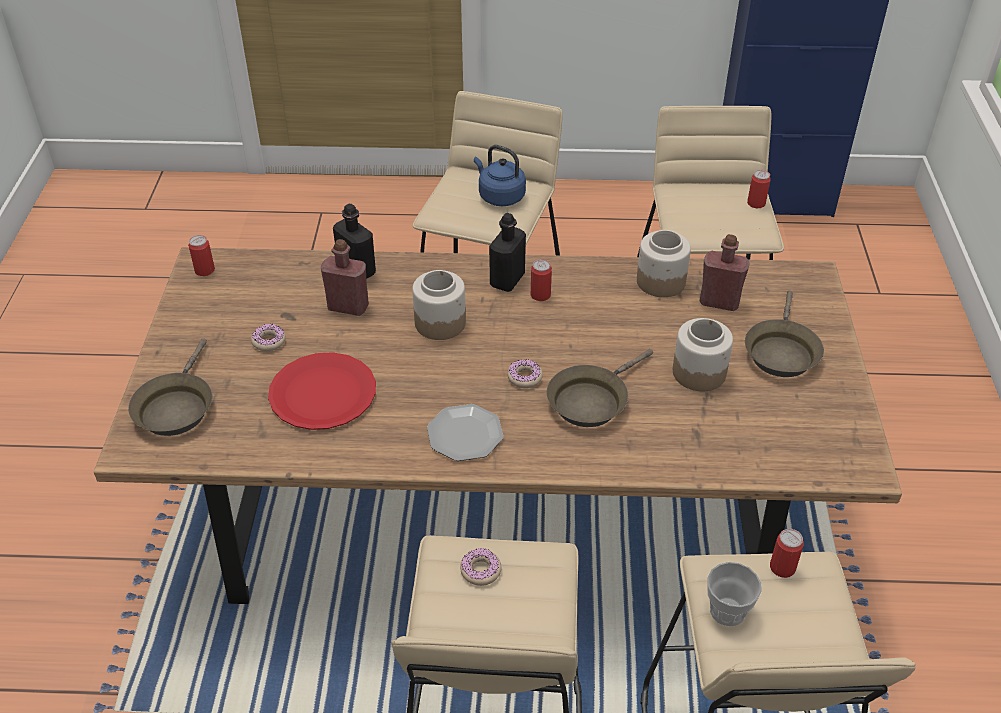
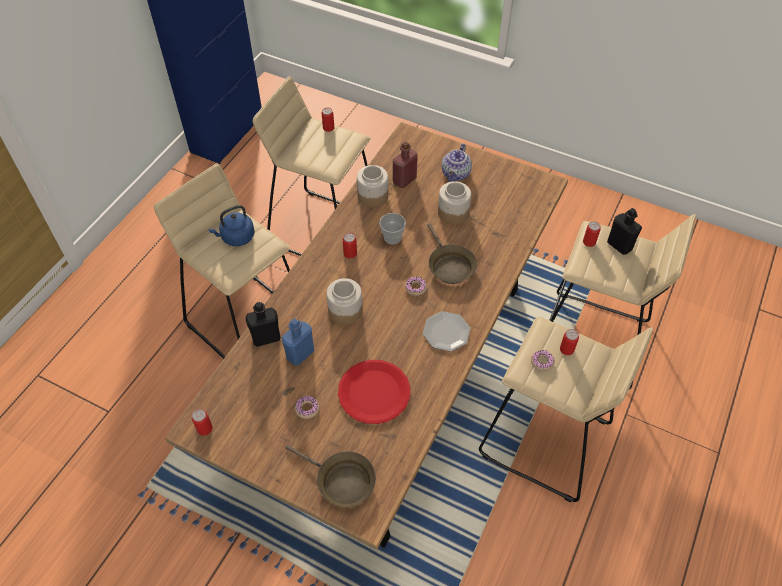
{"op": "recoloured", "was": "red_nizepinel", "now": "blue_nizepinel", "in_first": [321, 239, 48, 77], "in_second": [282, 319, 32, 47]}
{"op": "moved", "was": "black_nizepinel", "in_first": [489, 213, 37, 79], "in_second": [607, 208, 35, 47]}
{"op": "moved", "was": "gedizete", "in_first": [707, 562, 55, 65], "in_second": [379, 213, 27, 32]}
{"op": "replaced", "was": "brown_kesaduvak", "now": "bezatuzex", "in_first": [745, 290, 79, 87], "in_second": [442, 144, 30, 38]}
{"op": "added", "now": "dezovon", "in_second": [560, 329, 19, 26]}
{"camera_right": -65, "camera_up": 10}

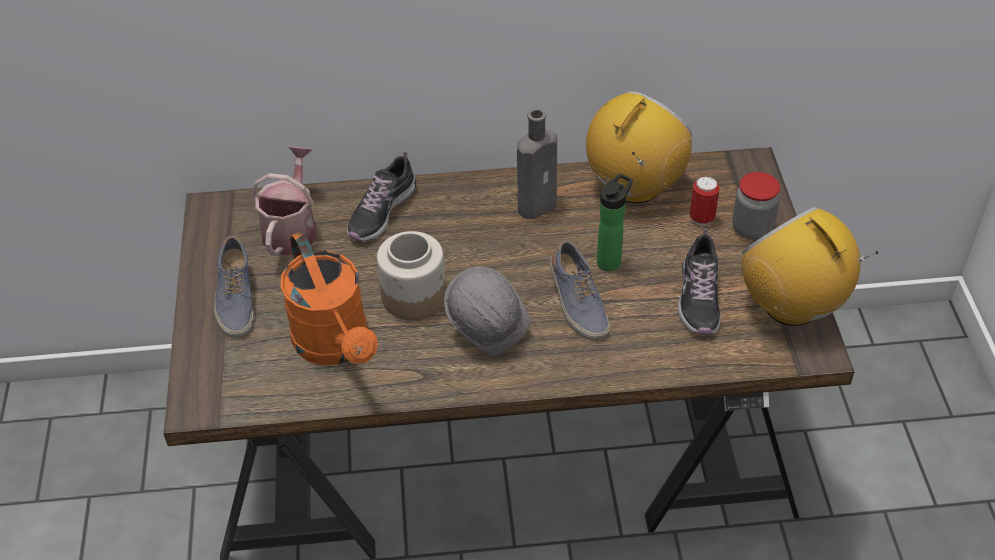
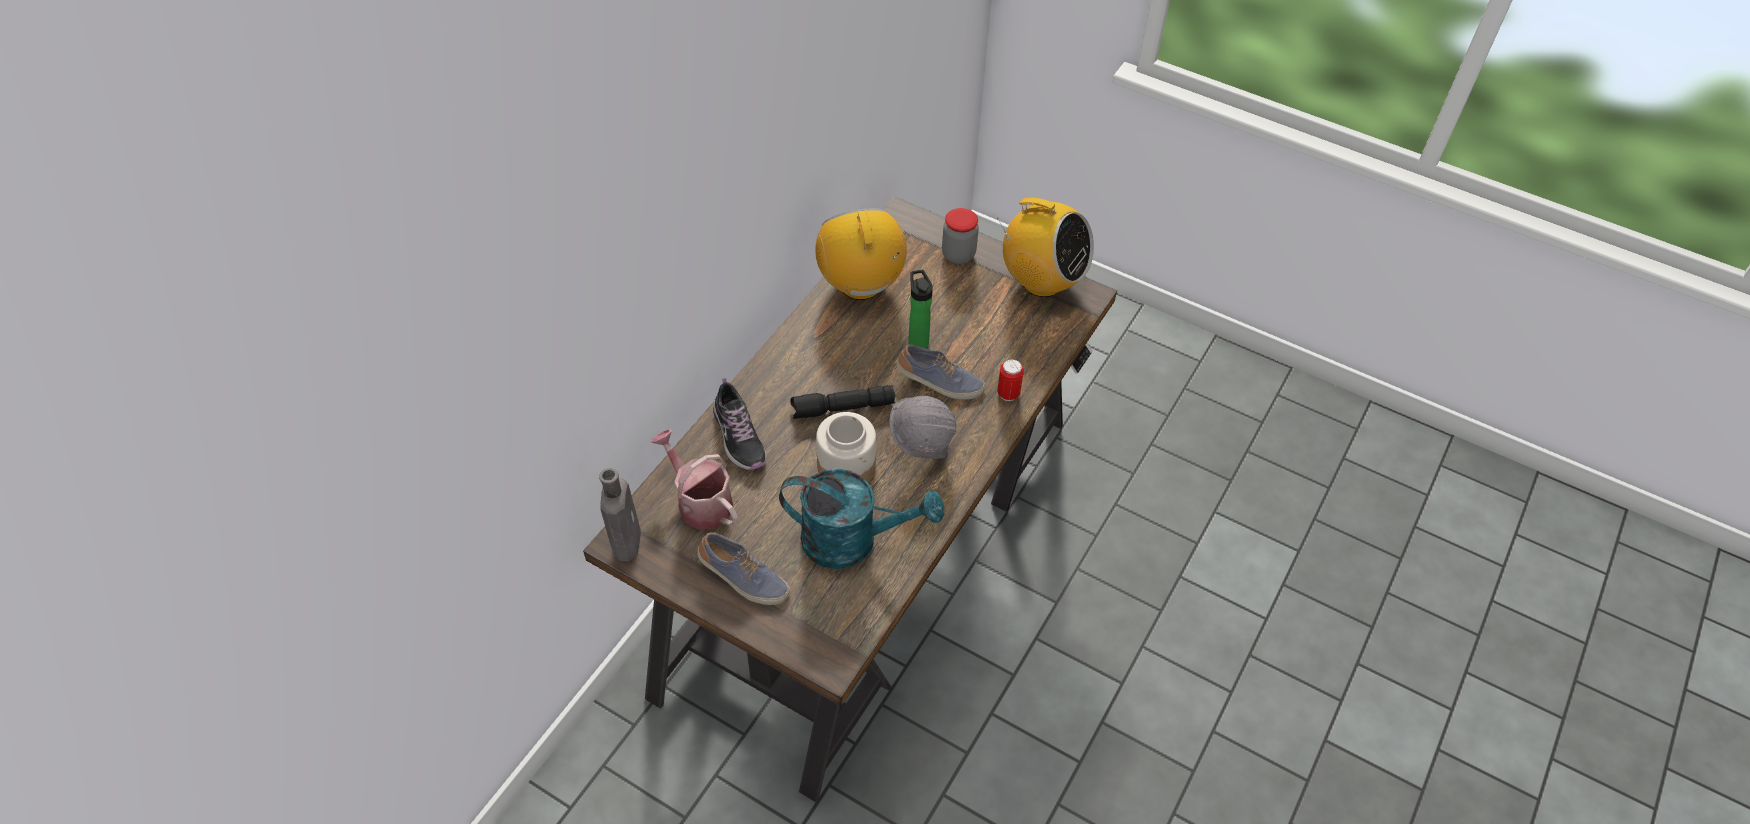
{"op": "recoloured", "was": "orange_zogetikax", "now": "turquoise_zogetikax", "in_first": [281, 232, 97, 133], "in_second": [779, 468, 165, 101]}
{"op": "moved", "was": "grey_nizepinel", "in_first": [517, 109, 40, 110], "in_second": [599, 468, 42, 93]}
{"op": "removed", "was": "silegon", "in_first": [678, 229, 43, 106]}
{"op": "moved", "was": "dezovon", "in_first": [690, 176, 30, 49], "in_second": [997, 359, 27, 42]}
{"op": "turned", "was": "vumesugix", "in_first": [742, 207, 136, 119], "in_second": [997, 198, 97, 99], "clockwise": -150}
{"op": "added", "now": "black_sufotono", "in_second": [790, 385, 106, 34]}
{"camera_right": -55, "camera_up": 5}

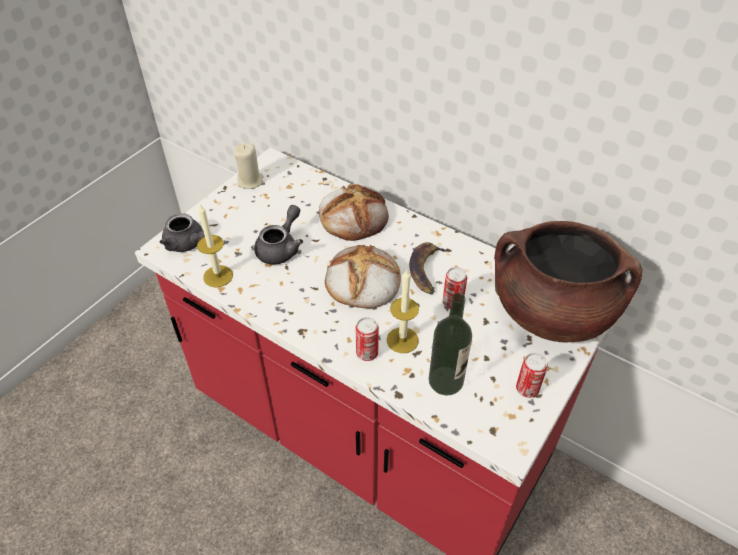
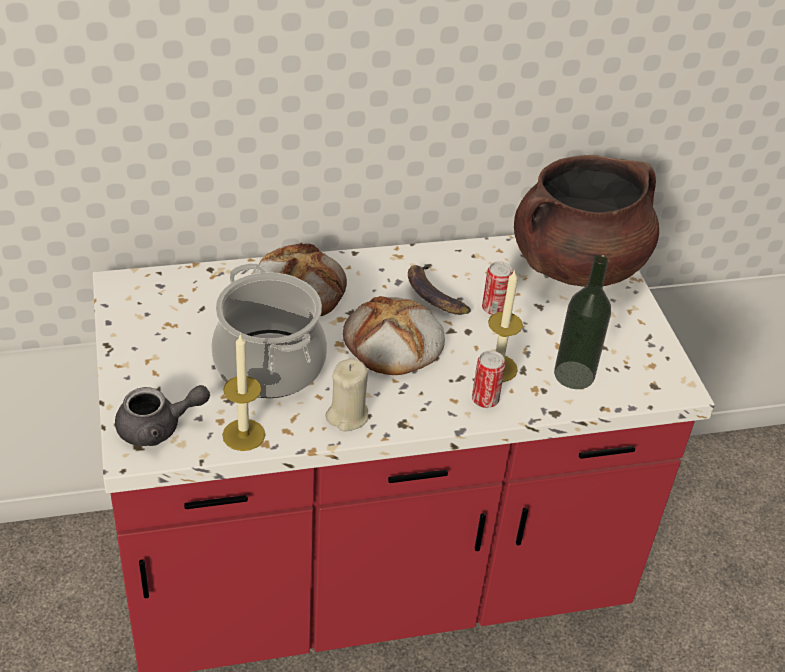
{"op": "moved", "was": "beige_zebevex", "in_first": [234, 143, 30, 46], "in_second": [325, 358, 43, 74]}
{"op": "replaced", "was": "grey_bezatuzex", "now": "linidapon", "in_first": [254, 205, 49, 59], "in_second": [211, 263, 116, 135]}
{"op": "removed", "was": "dezovon", "in_first": [516, 353, 32, 45]}
{"camera_right": -50, "camera_up": -5}

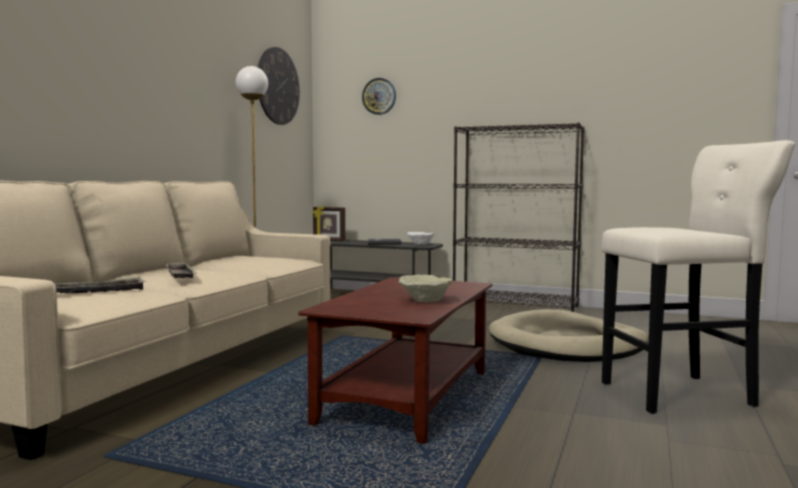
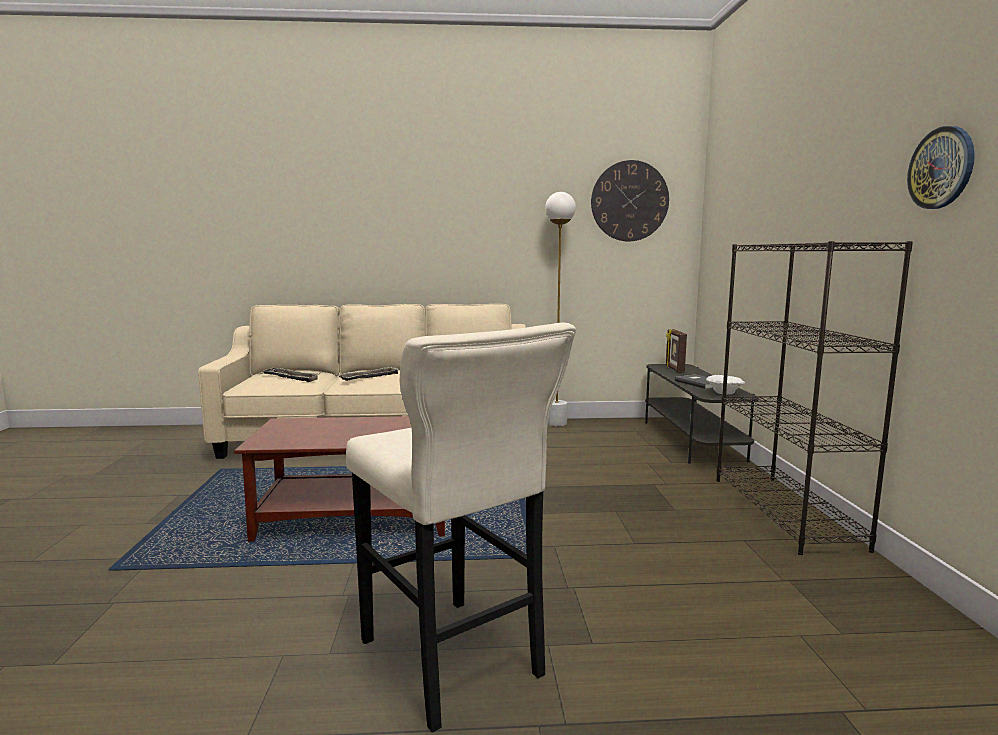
{"op": "moved", "was": "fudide", "in_first": [362, 78, 34, 37], "in_second": [907, 126, 68, 83]}
{"op": "removed", "was": "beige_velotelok", "in_first": [399, 275, 53, 27]}
{"op": "removed", "was": "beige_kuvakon", "in_first": [489, 309, 159, 53]}
{"camera_right": 65, "camera_up": 5}

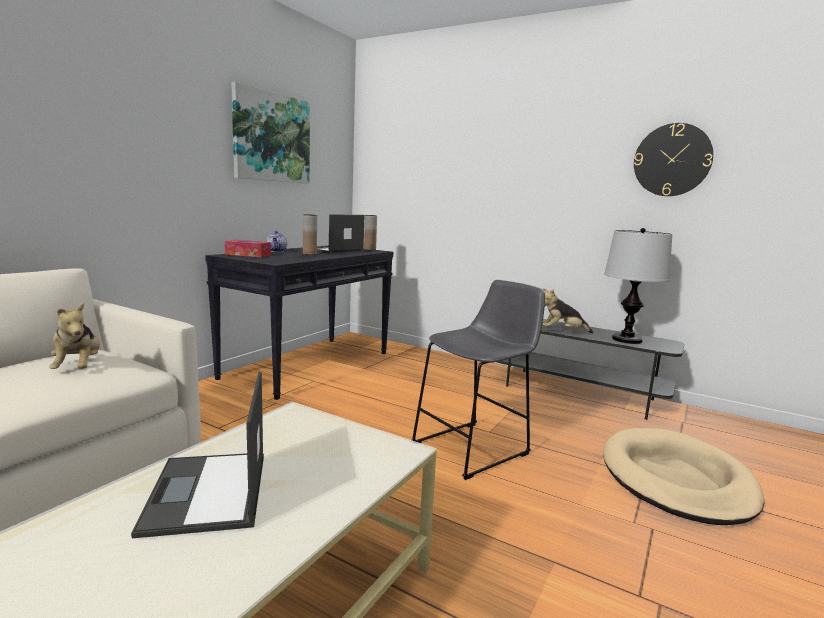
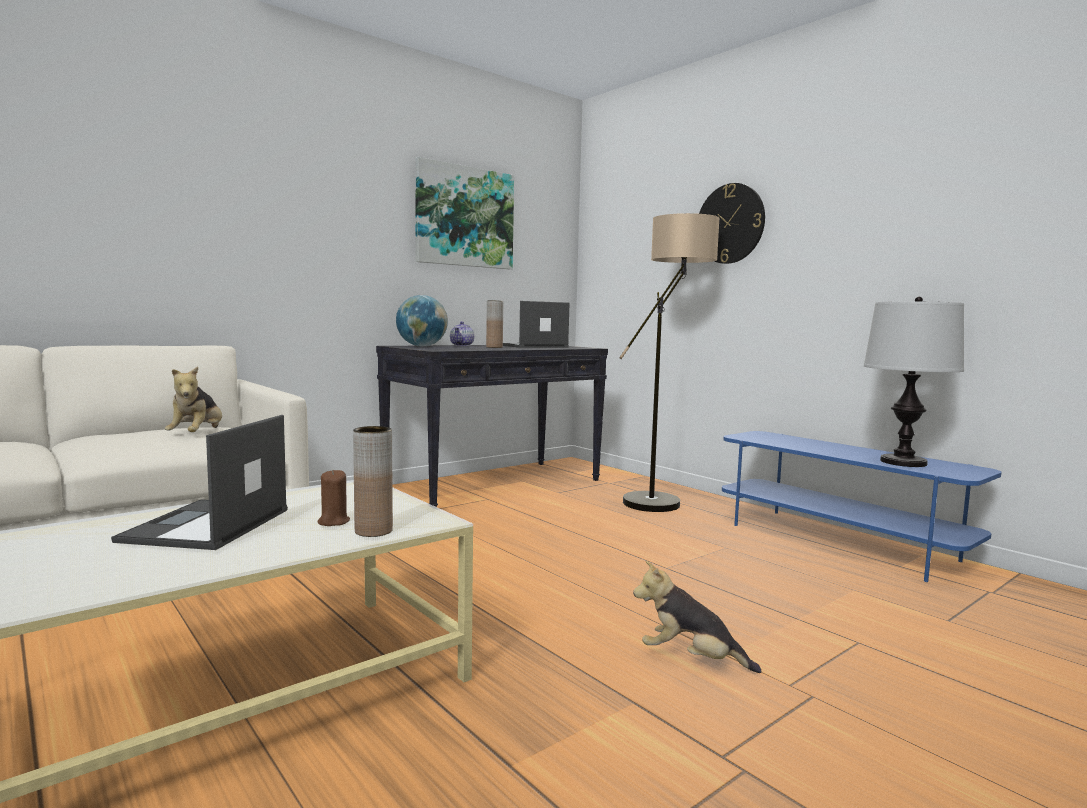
{"op": "replaced", "was": "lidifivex", "now": "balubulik", "in_first": [225, 240, 46, 17], "in_second": [396, 295, 52, 51]}
{"op": "moved", "was": "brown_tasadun", "in_first": [364, 215, 13, 35], "in_second": [353, 426, 40, 111]}
{"op": "removed", "was": "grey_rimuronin", "in_first": [412, 280, 133, 200]}
{"op": "recoloured", "was": "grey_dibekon", "now": "blue_dibekon", "in_first": [497, 319, 187, 101], "in_second": [722, 431, 279, 151]}
{"op": "moved", "was": "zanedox", "in_first": [543, 288, 50, 45], "in_second": [633, 561, 128, 112]}
{"op": "removed", "was": "beige_kuvakon", "in_first": [603, 428, 162, 97]}
{"op": "moved", "was": "fudide", "in_first": [634, 123, 79, 73], "in_second": [699, 183, 66, 81]}
{"op": "added", "now": "brown_zebevex", "in_second": [318, 469, 32, 57]}
{"op": "added", "now": "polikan", "in_second": [619, 213, 101, 299]}
{"camera_right": 20, "camera_up": -5}

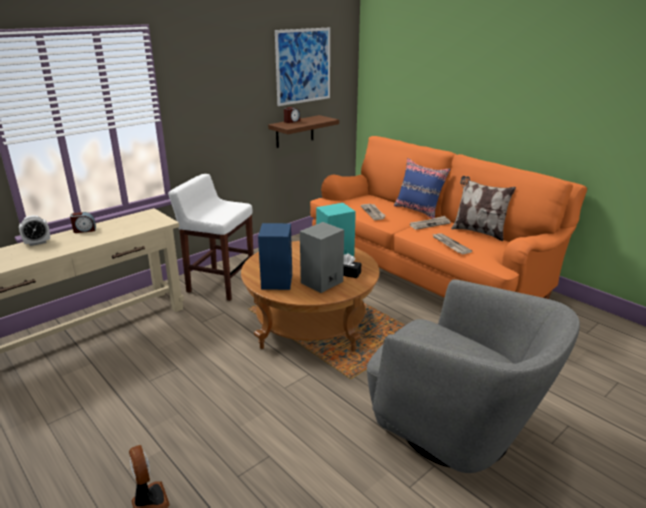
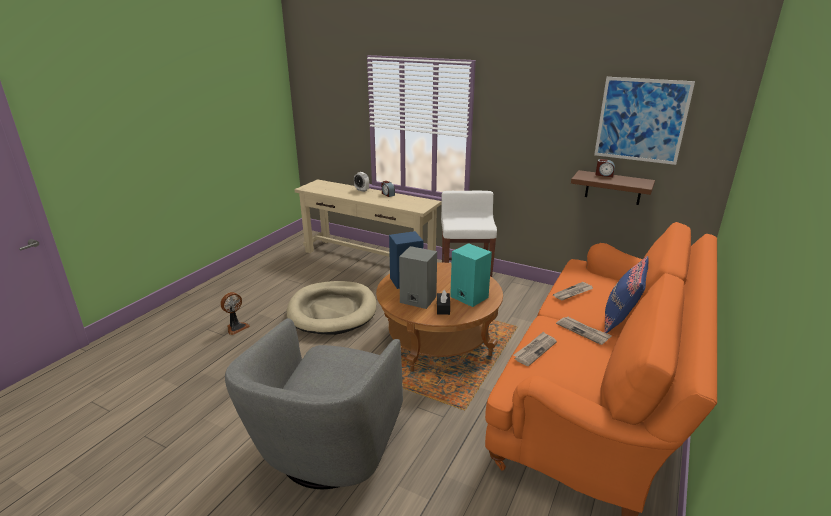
{"op": "removed", "was": "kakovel", "in_first": [451, 176, 65, 65]}
{"op": "added", "now": "beige_kuvakon", "in_second": [287, 281, 90, 54]}
{"camera_right": 70, "camera_up": 0}

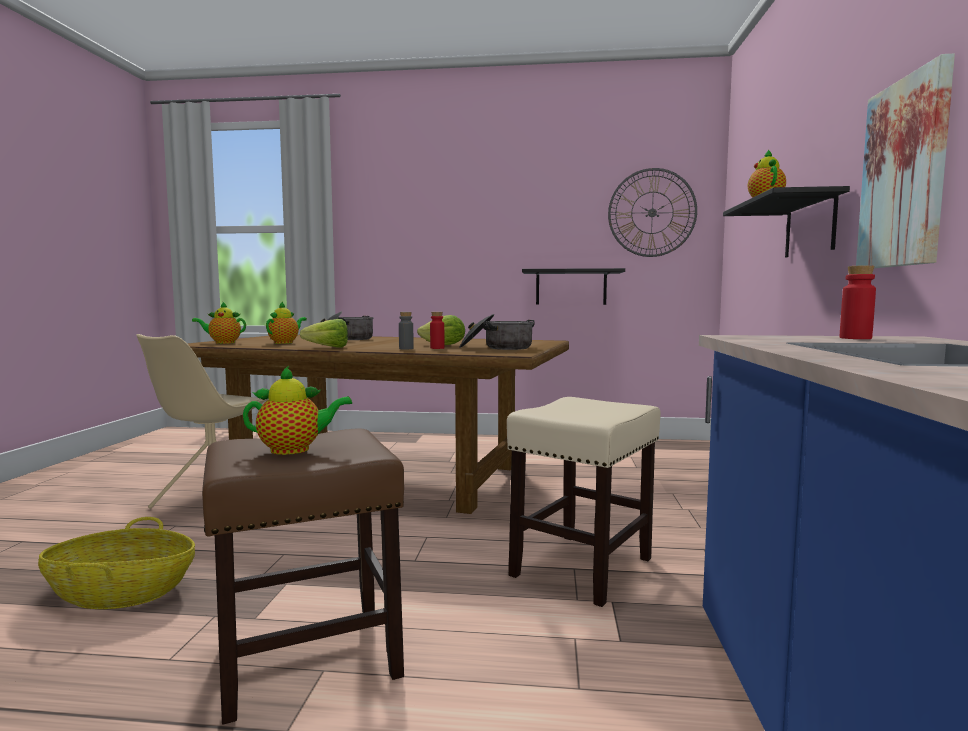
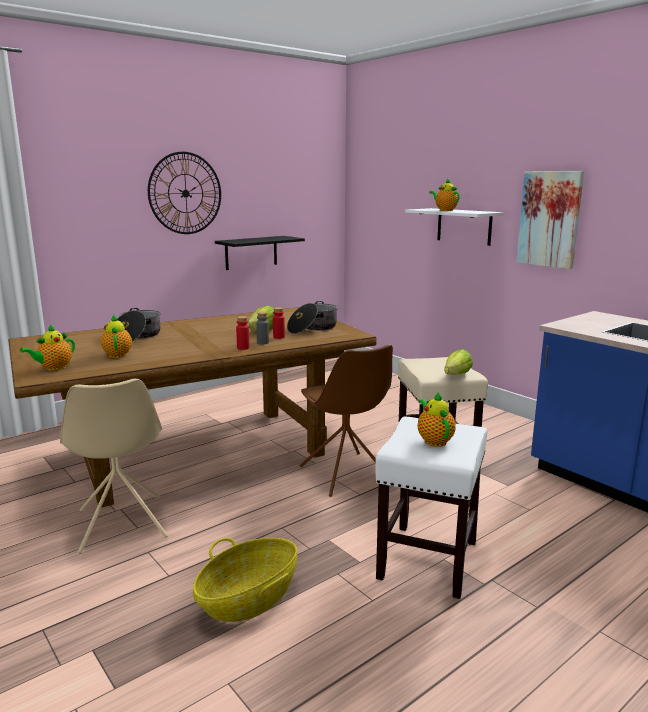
{"op": "recoloured", "was": "brown_rimuronin", "now": "white_rimuronin", "in_first": [202, 429, 202, 296], "in_second": [375, 417, 112, 182]}
{"op": "turned", "was": "bezatuzex", "in_first": [243, 366, 109, 89], "in_second": [418, 392, 38, 55], "clockwise": -45}
{"op": "moved", "was": "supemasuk", "in_first": [300, 319, 48, 29], "in_second": [444, 349, 29, 26]}
{"op": "moved", "was": "fudide", "in_first": [608, 168, 89, 89], "in_second": [148, 152, 73, 82]}
{"op": "recoloured", "was": "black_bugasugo", "now": "white_bugasugo", "in_first": [723, 186, 127, 72], "in_second": [405, 208, 98, 38]}
{"op": "moved", "was": "red_nizepinel", "in_first": [840, 265, 36, 74], "in_second": [236, 316, 13, 34]}
{"op": "added", "now": "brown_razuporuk", "in_second": [300, 344, 93, 153]}
{"camera_right": -45, "camera_up": 10}

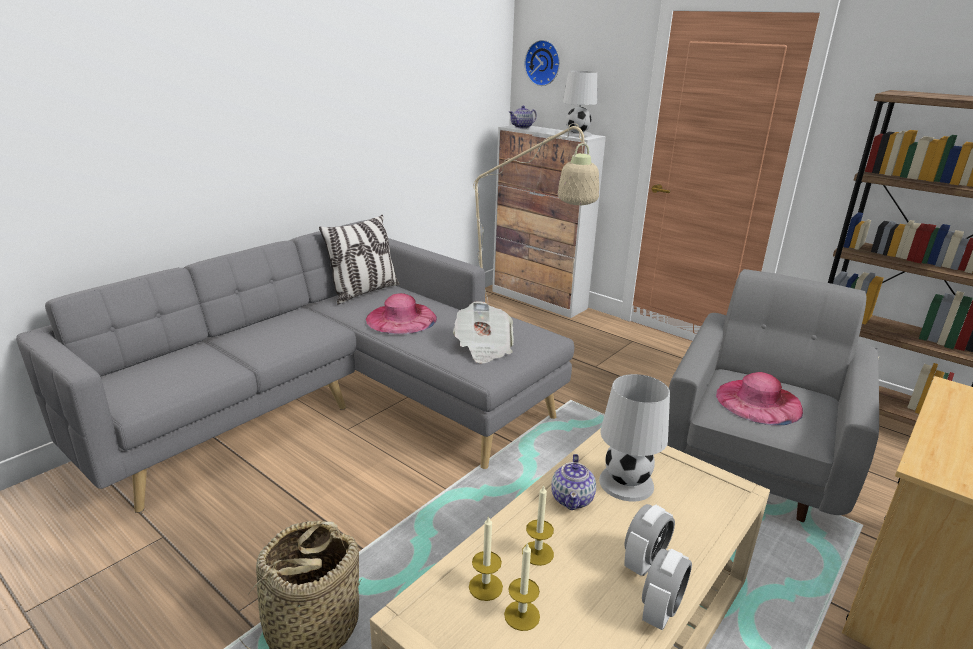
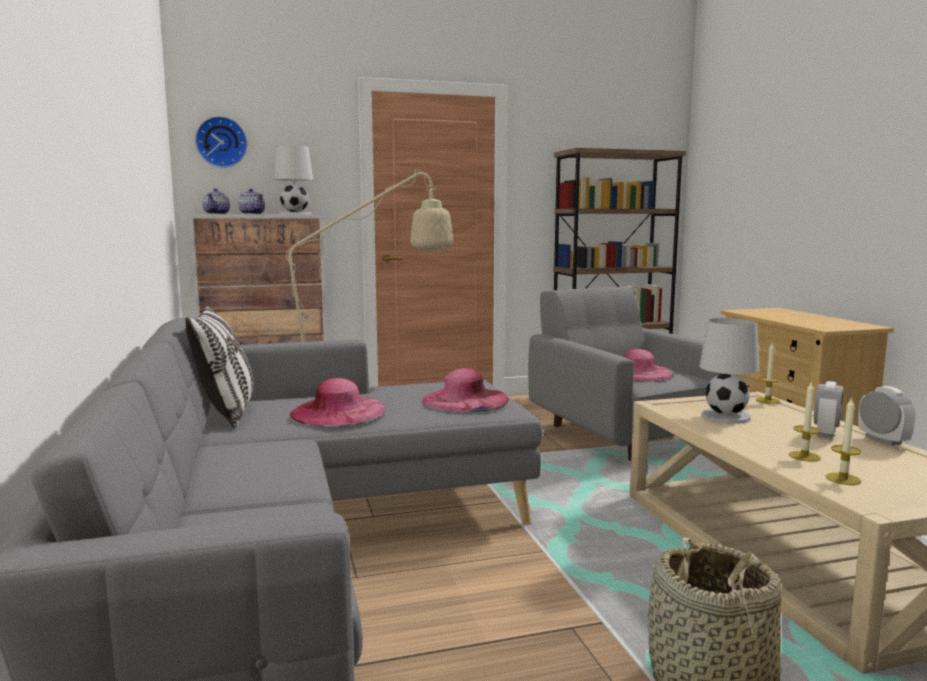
{"op": "replaced", "was": "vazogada", "now": "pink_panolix", "in_first": [453, 301, 61, 63], "in_second": [422, 368, 87, 45]}
{"op": "moved", "was": "zebevex", "in_first": [504, 542, 36, 89], "in_second": [756, 341, 24, 63]}
{"op": "moved", "was": "bezatuzex", "in_first": [551, 454, 45, 56], "in_second": [238, 189, 27, 25]}
{"op": "turned", "was": "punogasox", "in_first": [624, 504, 51, 72], "in_second": [814, 381, 29, 57], "clockwise": 45}
{"camera_right": -55, "camera_up": -15}

